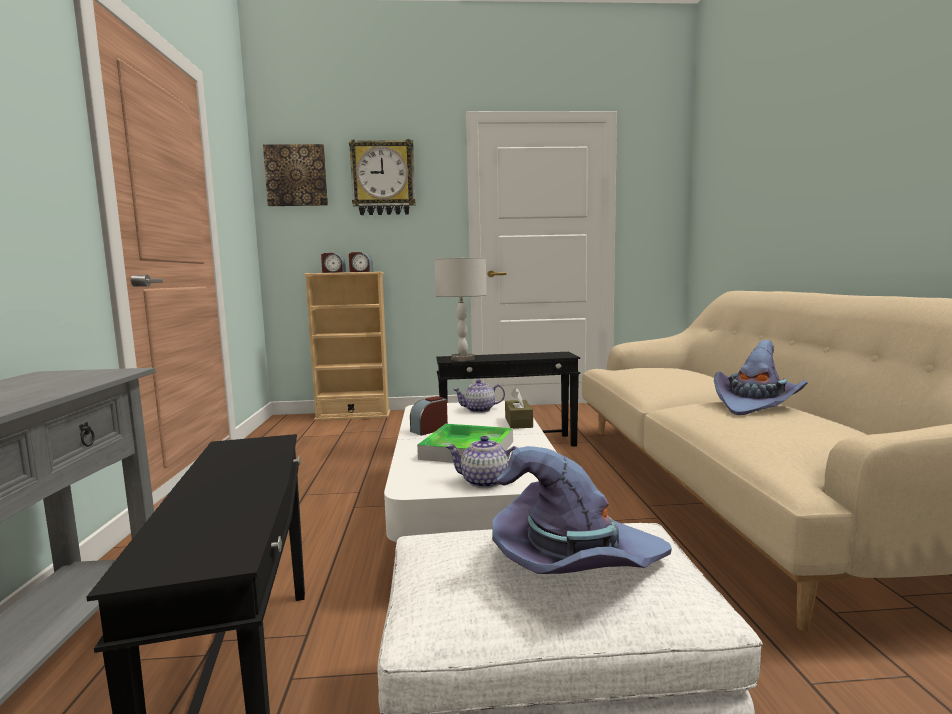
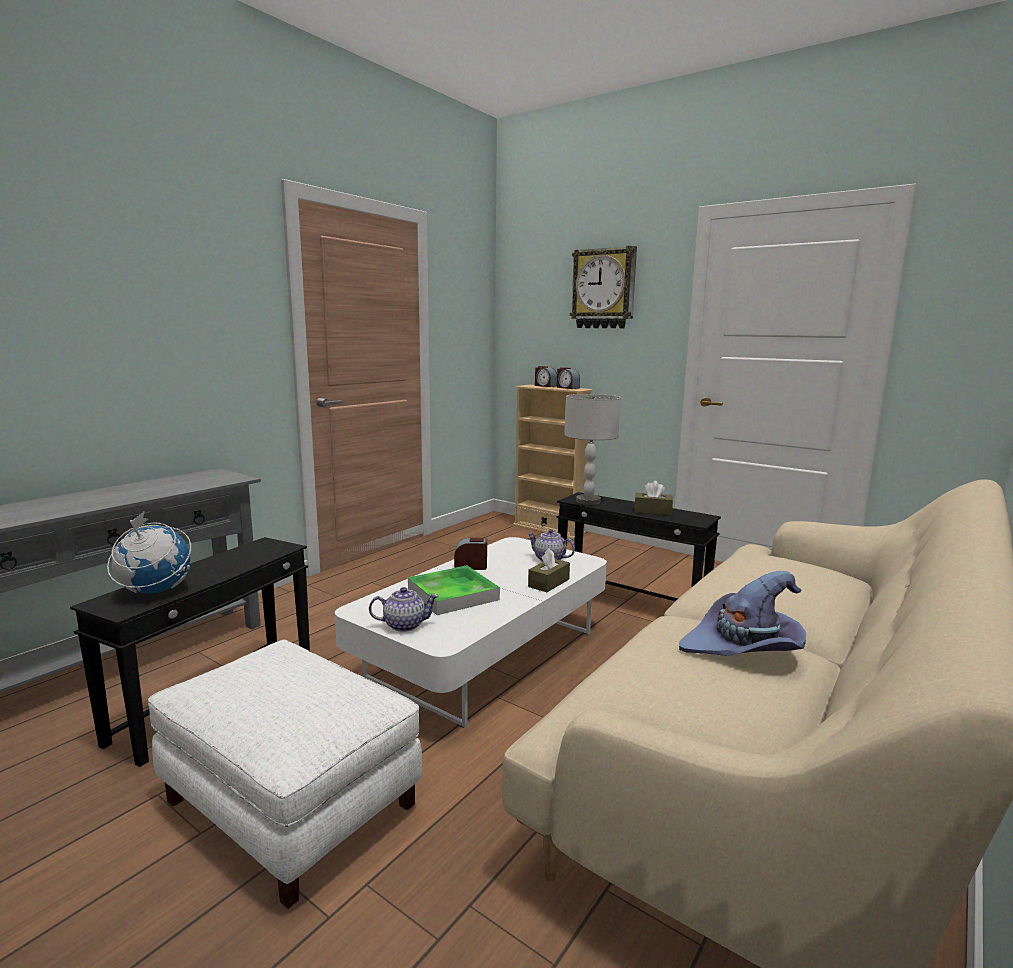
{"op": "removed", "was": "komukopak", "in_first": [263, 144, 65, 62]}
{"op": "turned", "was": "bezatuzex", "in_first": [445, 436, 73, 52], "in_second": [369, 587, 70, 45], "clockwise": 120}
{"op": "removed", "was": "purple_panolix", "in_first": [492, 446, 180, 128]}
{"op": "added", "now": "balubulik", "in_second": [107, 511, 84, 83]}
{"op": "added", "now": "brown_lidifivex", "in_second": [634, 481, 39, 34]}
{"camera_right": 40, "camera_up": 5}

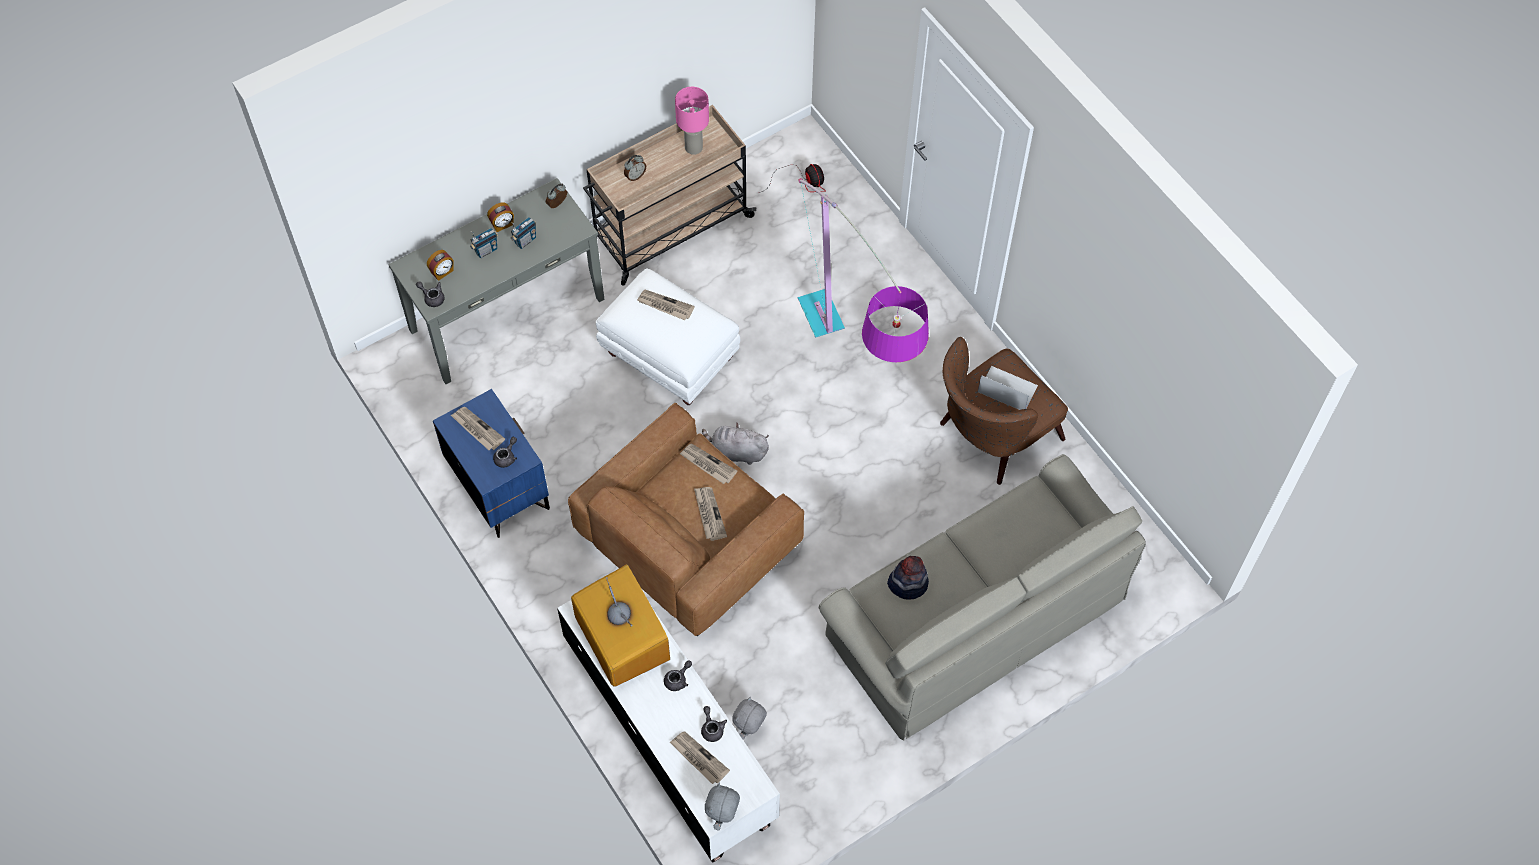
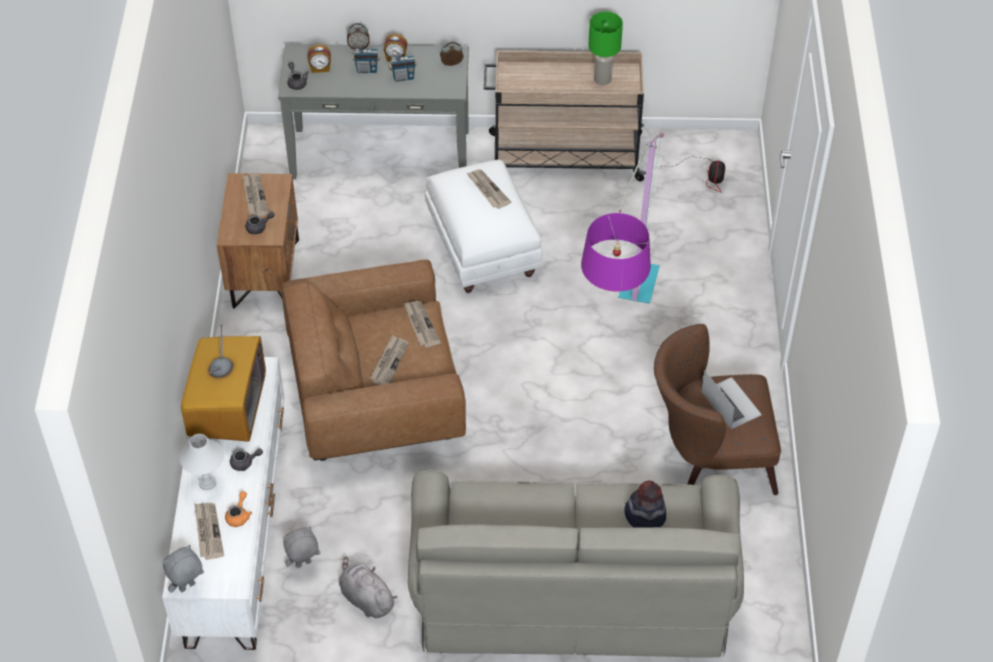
{"op": "recoloured", "was": "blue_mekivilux", "now": "brown_mekivilux", "in_first": [433, 389, 117, 149], "in_second": [217, 173, 82, 136]}
{"op": "moved", "was": "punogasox", "in_first": [624, 155, 22, 26], "in_second": [347, 23, 23, 26]}
{"op": "recoloured", "was": "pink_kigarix", "now": "green_kigarix", "in_first": [675, 87, 34, 68], "in_second": [588, 11, 35, 74]}
{"op": "recoloured", "was": "grey_bezatuzex", "now": "orange_bezatuzex", "in_first": [701, 706, 26, 36], "in_second": [225, 491, 27, 36]}
{"op": "moved", "was": "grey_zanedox", "in_first": [702, 423, 67, 42], "in_second": [339, 556, 58, 62]}
{"op": "moved", "was": "panolix", "in_first": [887, 556, 42, 44], "in_second": [624, 481, 42, 47]}
{"op": "added", "now": "white_kigarix", "in_second": [180, 434, 44, 56]}
{"camera_right": 35, "camera_up": -10}

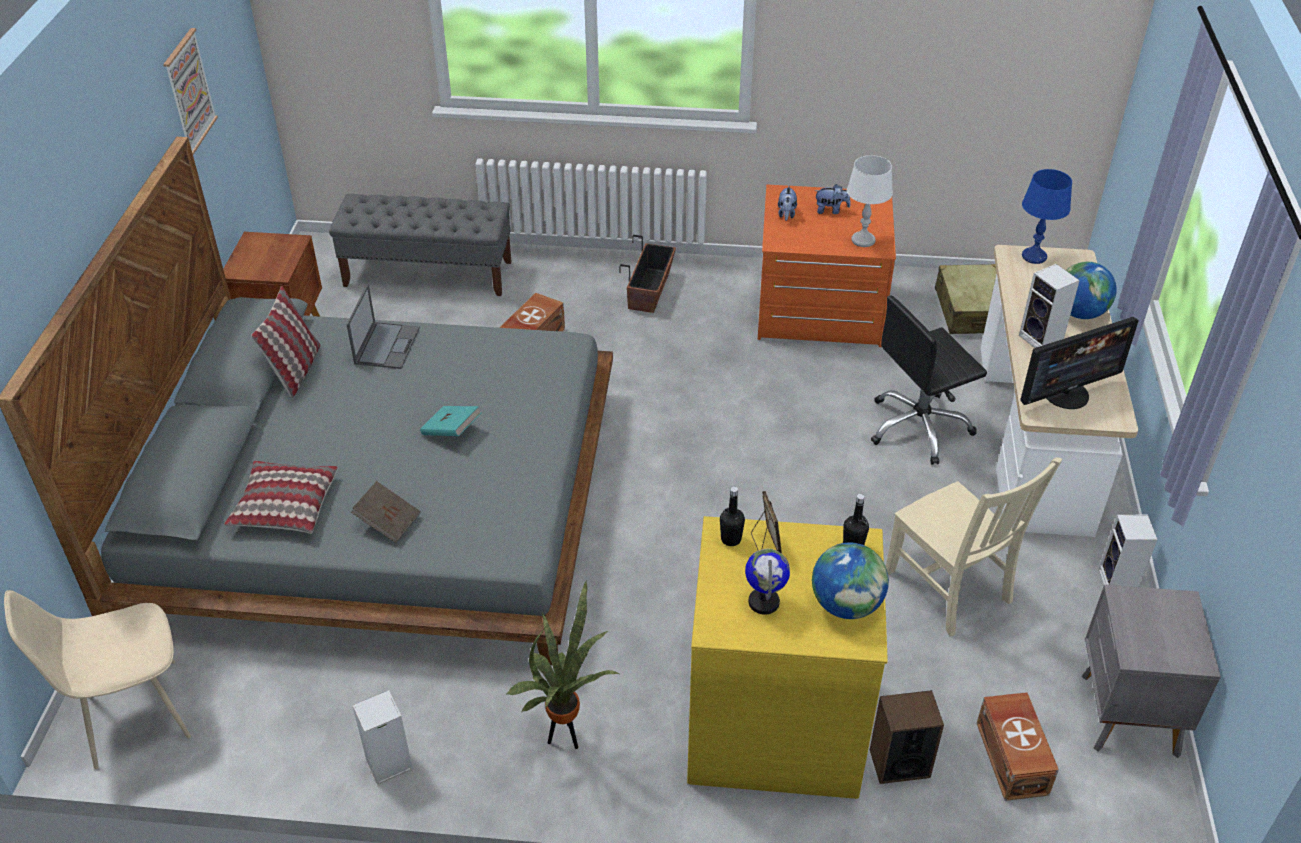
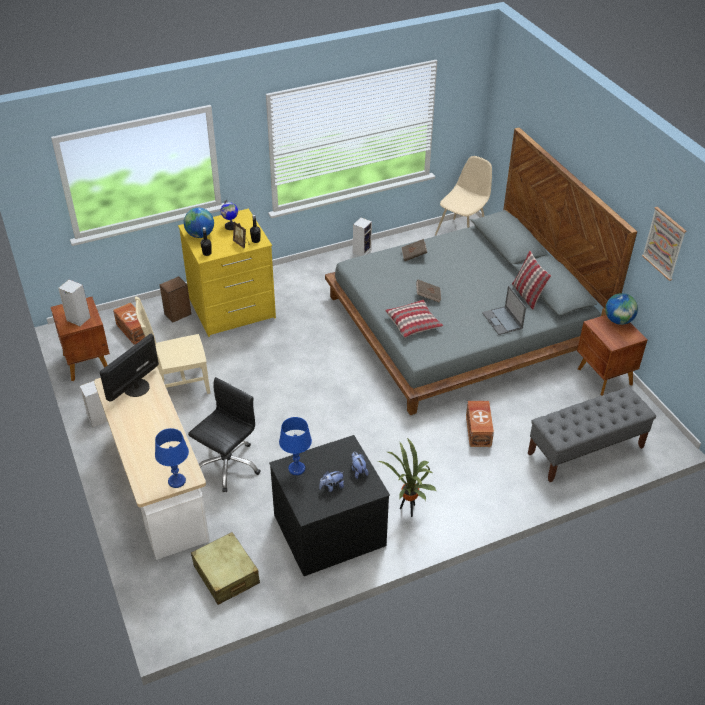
{"op": "moved", "was": "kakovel", "in_first": [224, 461, 114, 73], "in_second": [385, 300, 58, 38]}
{"op": "recoloured", "was": "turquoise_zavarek", "now": "brown_zavarek", "in_first": [420, 406, 62, 30], "in_second": [416, 280, 25, 23]}
{"op": "moved", "was": "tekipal", "in_first": [506, 582, 113, 167], "in_second": [378, 438, 59, 79]}
{"op": "removed", "was": "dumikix", "in_first": [619, 235, 57, 78]}
{"op": "recoloured", "was": "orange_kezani", "now": "black_kezani", "in_first": [758, 185, 138, 162], "in_second": [269, 435, 121, 141]}
{"op": "recoloured", "was": "white_kigarix", "now": "blue_kigarix", "in_first": [847, 155, 46, 92], "in_second": [279, 417, 33, 58]}
{"op": "turned", "was": "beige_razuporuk", "in_first": [886, 457, 177, 179], "in_second": [135, 297, 75, 97], "clockwise": -45}
{"op": "moved", "was": "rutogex", "in_first": [1019, 264, 61, 84], "in_second": [58, 279, 32, 47]}
{"op": "moved", "was": "balubulik", "in_first": [1066, 262, 51, 57], "in_second": [605, 293, 33, 32]}
{"op": "recoloured", "was": "grey_mekivilux", "now": "brown_mekivilux", "in_first": [1081, 585, 140, 173], "in_second": [51, 297, 59, 84]}
{"camera_right": 150, "camera_up": 0}

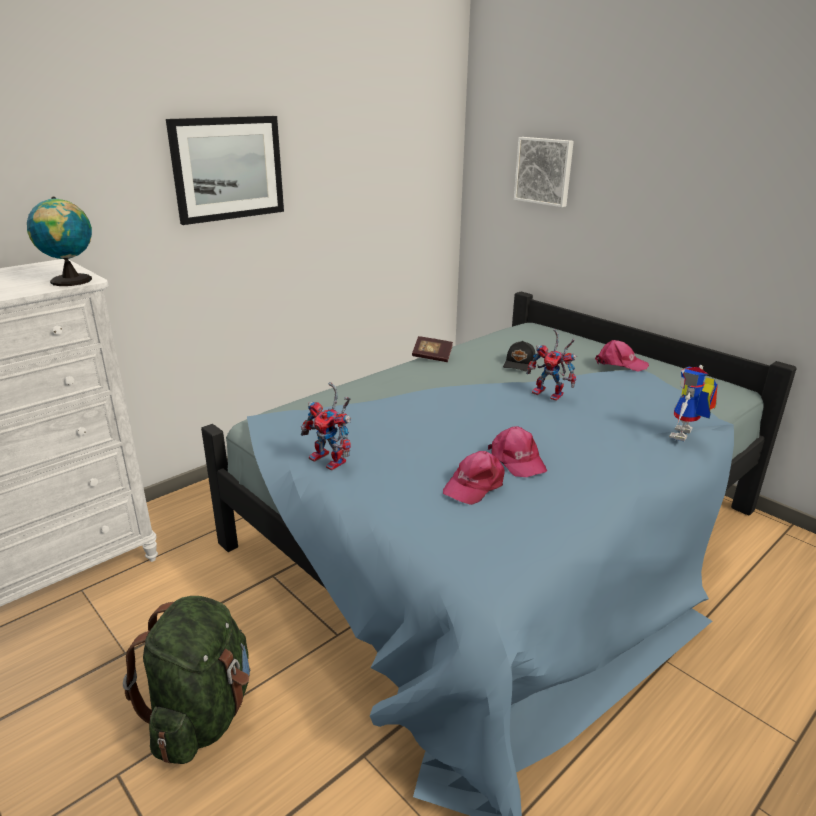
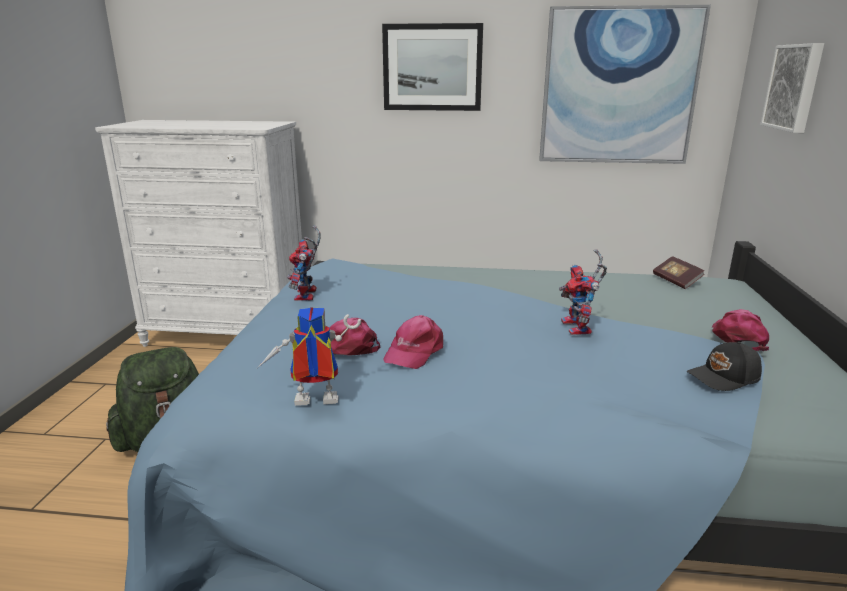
{"op": "removed", "was": "balubulik", "in_first": [27, 197, 65, 89]}
{"op": "moved", "was": "zavarek", "in_first": [412, 336, 41, 26], "in_second": [653, 256, 51, 33]}
{"op": "moved", "was": "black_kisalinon", "in_first": [503, 341, 32, 31], "in_second": [687, 342, 75, 49]}
{"op": "turned", "was": "pink_kisalinon", "in_first": [595, 340, 54, 32], "in_second": [712, 309, 57, 42], "clockwise": -150}
{"op": "moved", "was": "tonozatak", "in_first": [669, 365, 49, 76], "in_second": [257, 307, 104, 99]}
{"op": "added", "now": "komukopak", "in_second": [539, 5, 172, 159]}
{"camera_right": 50, "camera_up": -5}

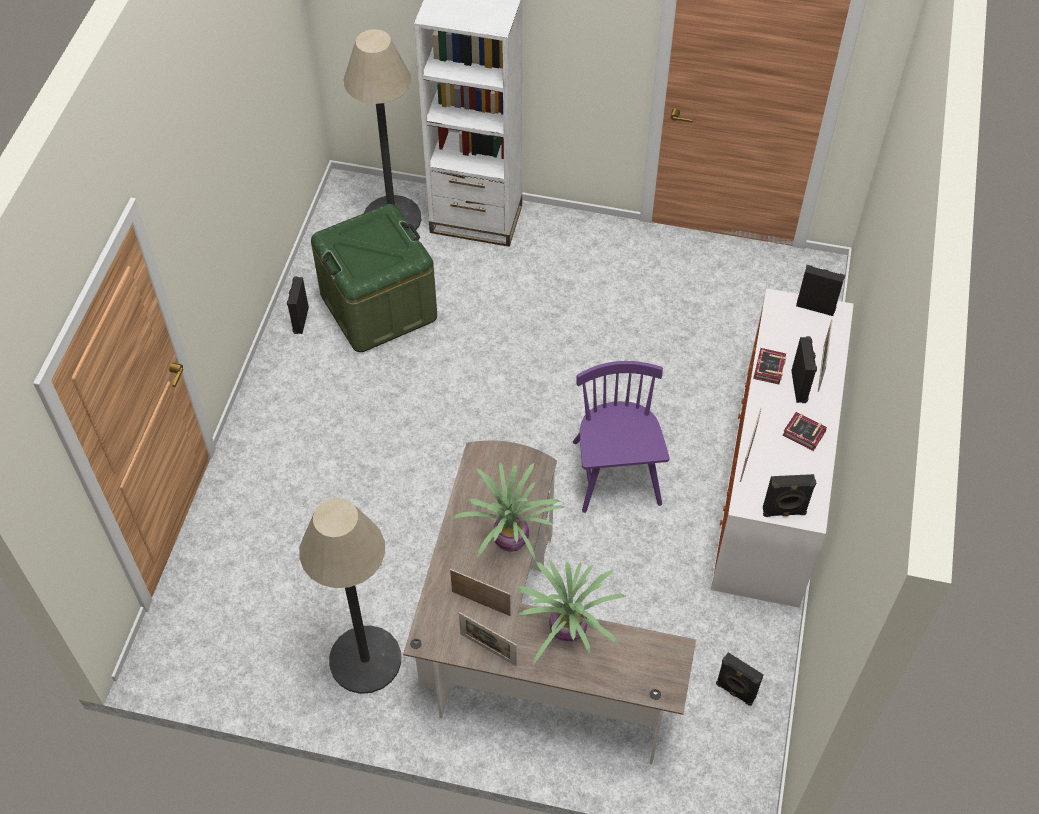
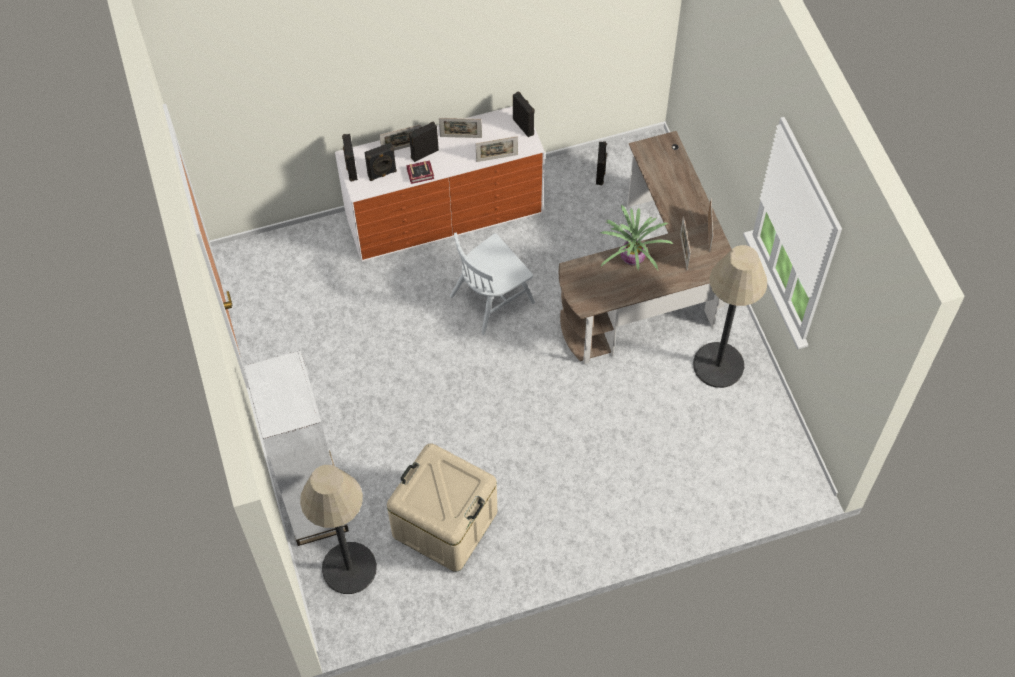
{"op": "moved", "was": "black_rutogex", "in_first": [287, 276, 22, 58], "in_second": [364, 142, 33, 39]}
{"op": "recoloured", "was": "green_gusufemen", "now": "beige_gusufemen", "in_first": [311, 204, 126, 148], "in_second": [387, 443, 110, 129]}
{"op": "removed", "was": "tekipal", "in_first": [516, 560, 110, 104]}
{"op": "recoloured", "was": "purple_razuporuk", "now": "white_razuporuk", "in_first": [573, 361, 97, 152], "in_second": [450, 232, 85, 103]}
{"op": "replaced", "was": "zavarek", "now": "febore", "in_first": [782, 412, 45, 39], "in_second": [439, 118, 43, 20]}
{"camera_right": -120, "camera_up": 5}

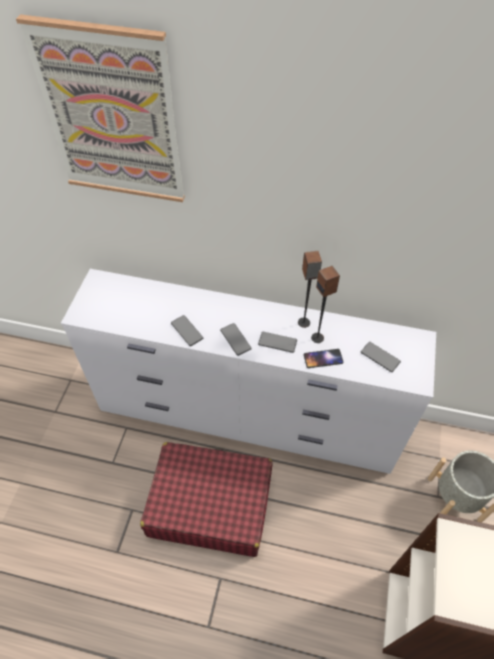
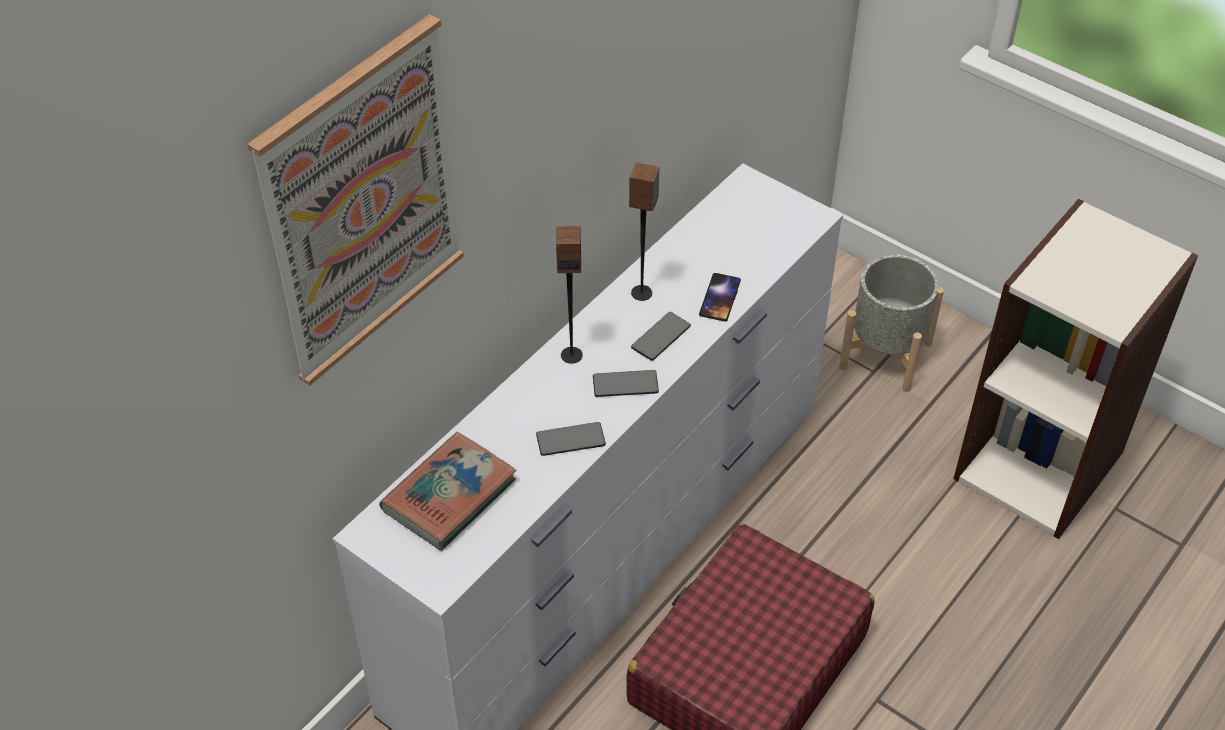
{"op": "moved", "was": "rutogex", "in_first": [311, 266, 29, 77], "in_second": [556, 226, 27, 138]}
{"op": "removed", "was": "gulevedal", "in_first": [361, 342, 40, 30]}
{"op": "added", "now": "zavarek", "in_second": [379, 432, 137, 119]}
{"camera_right": -65, "camera_up": -5}

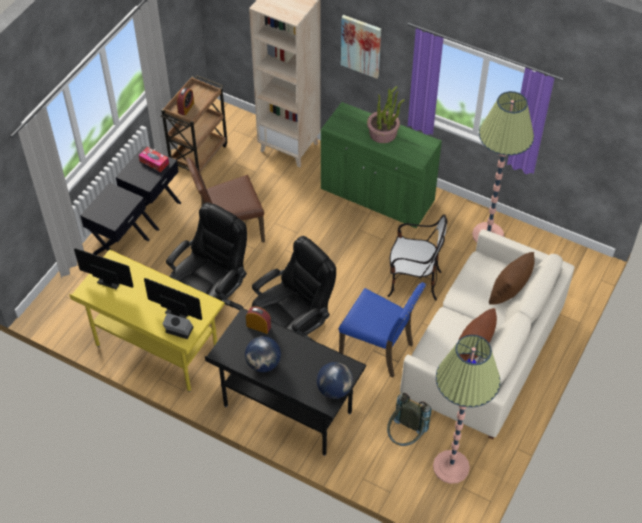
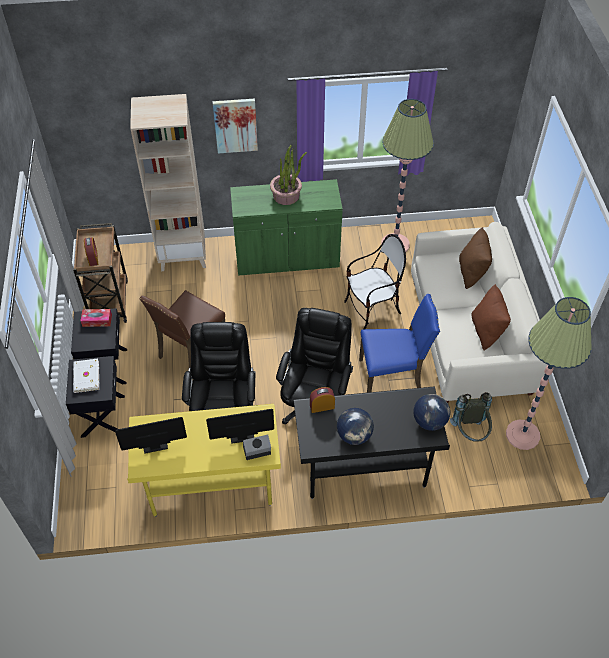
{"op": "added", "now": "white_zavarek", "in_second": [73, 359, 27, 34]}
{"camera_right": -35, "camera_up": 0}

